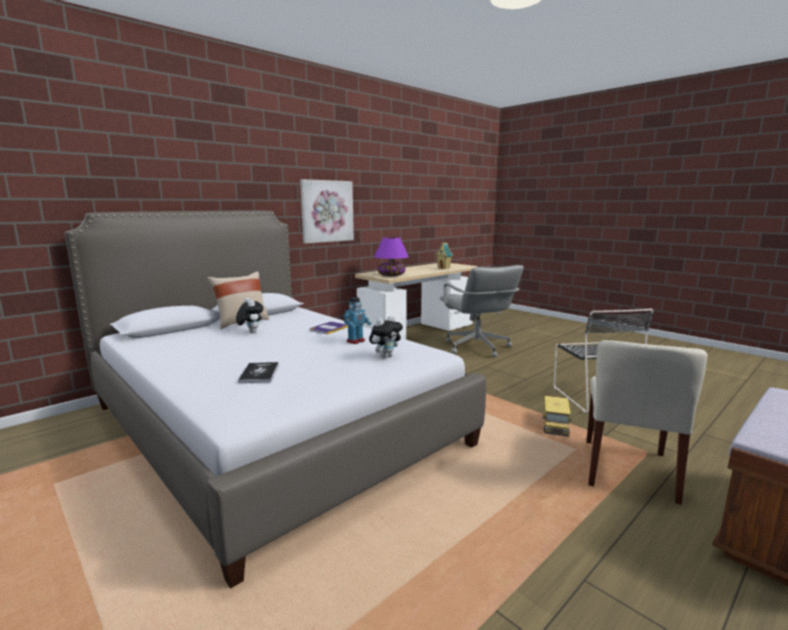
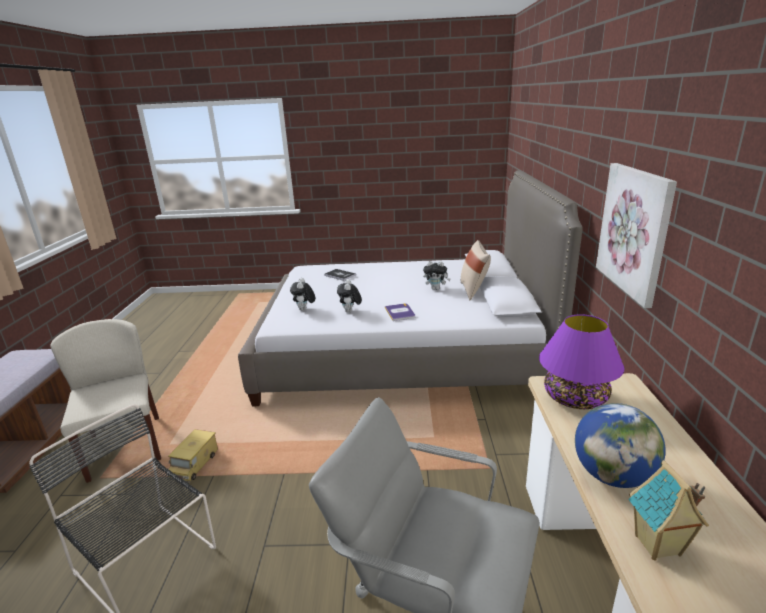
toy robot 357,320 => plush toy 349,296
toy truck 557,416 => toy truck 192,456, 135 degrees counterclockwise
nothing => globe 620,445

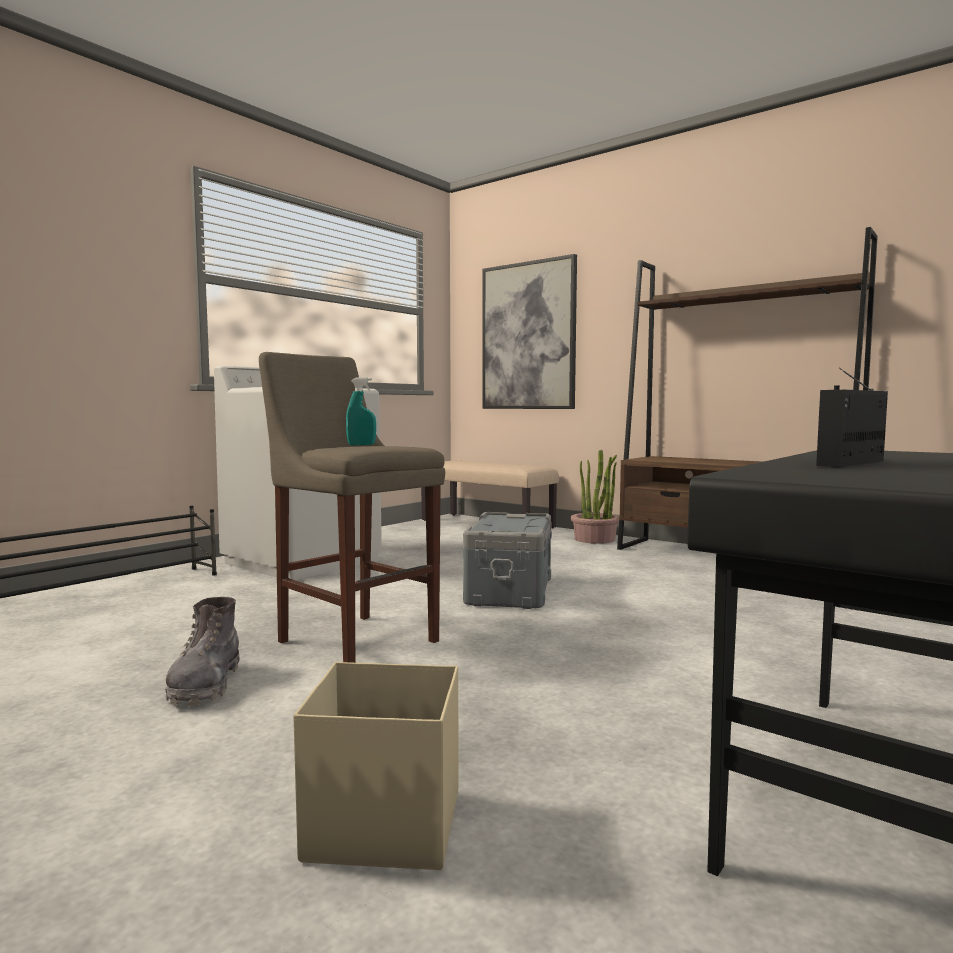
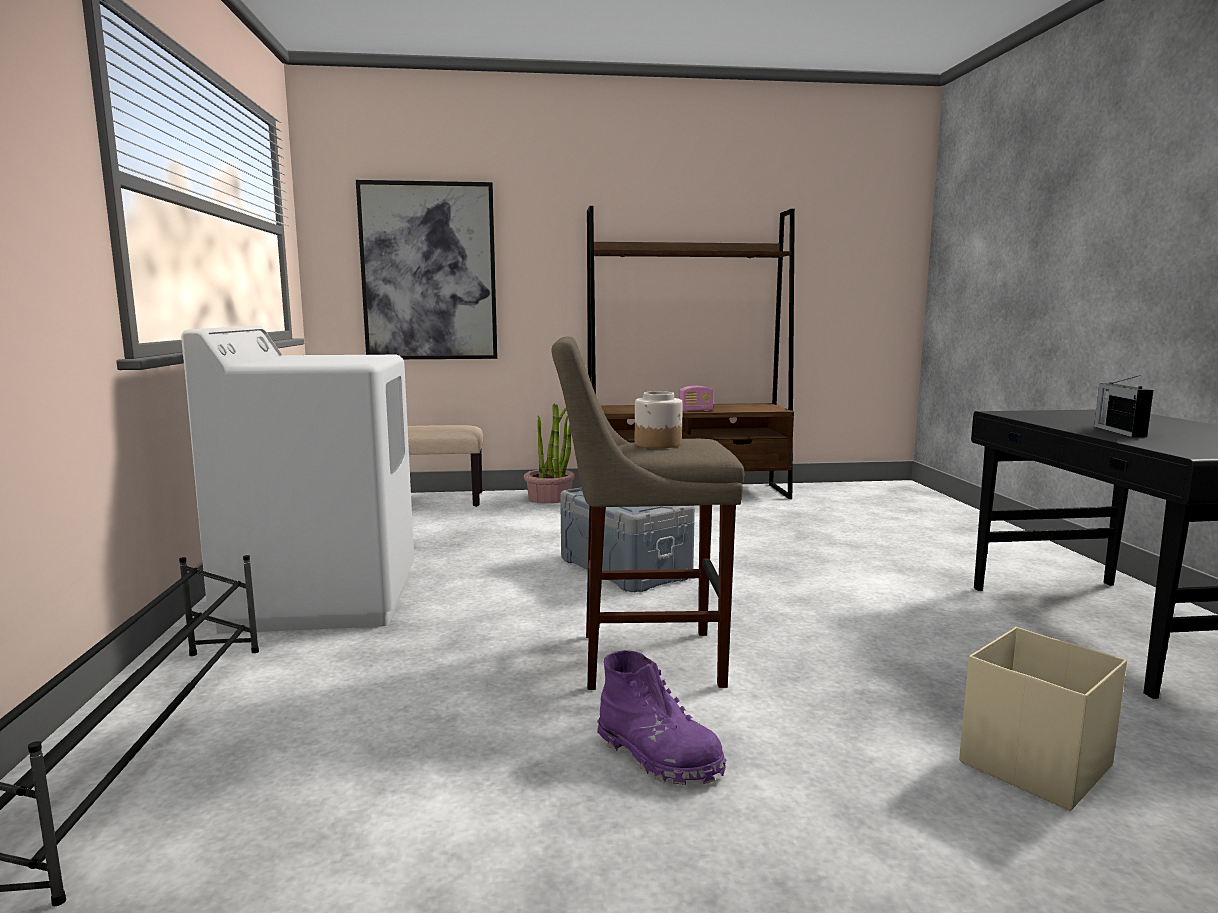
grey boot 202,651 => purple boot 662,717
turquoise spray bottle 361,411 => jar 659,419
nothing => radio 696,398

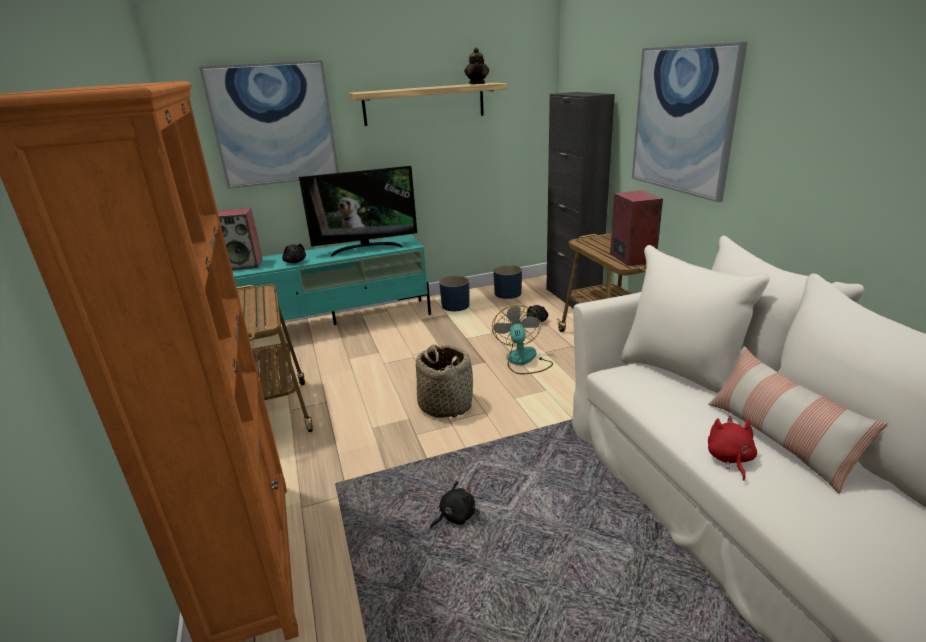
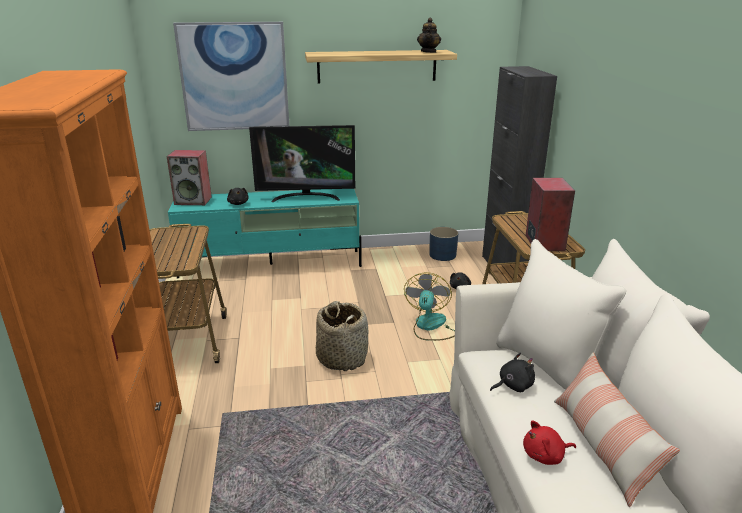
black plush toy 452,504 => black plush toy 512,372, move
blue planter 454,293 => nothing
picture 689,122 => nothing
red plush toy 732,448 => red plush toy 549,442, 120 degrees counterclockwise

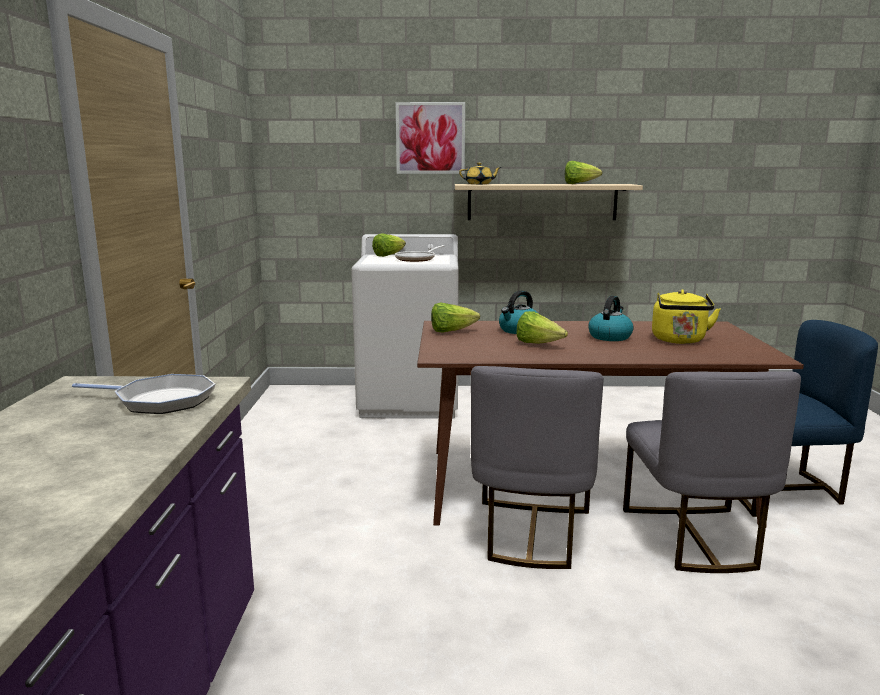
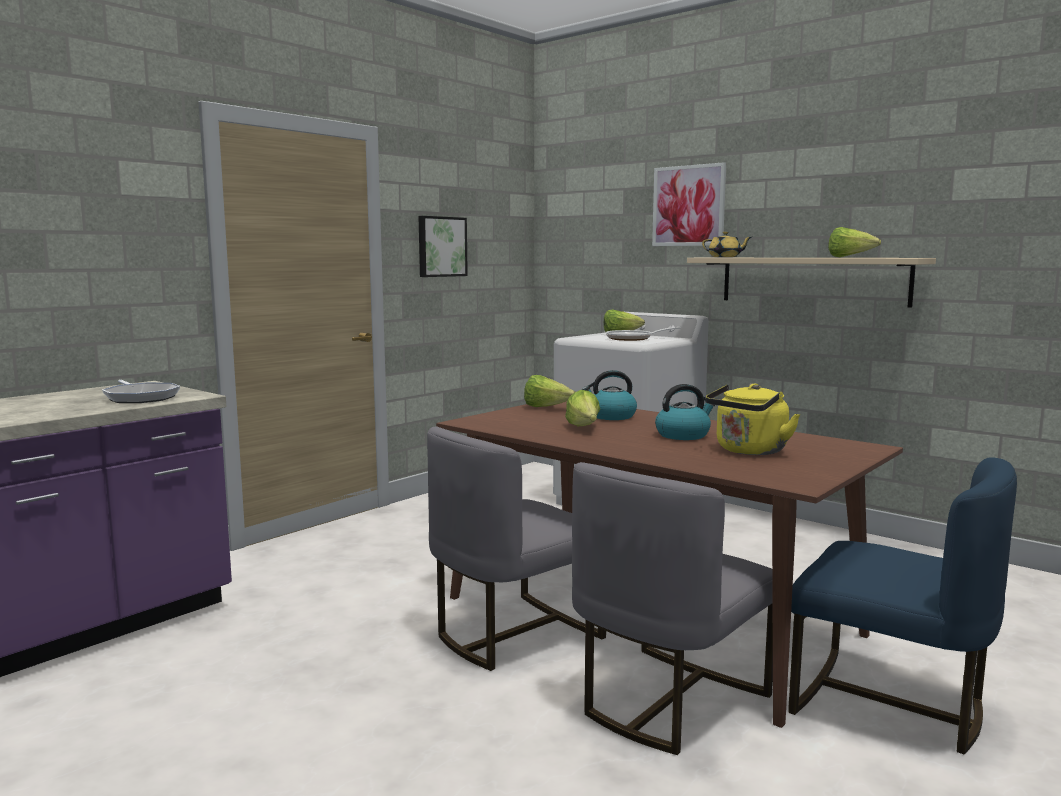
nothing => picture 443,246

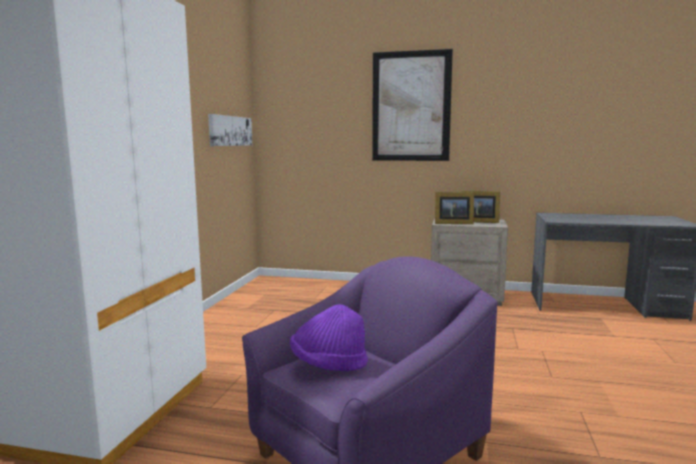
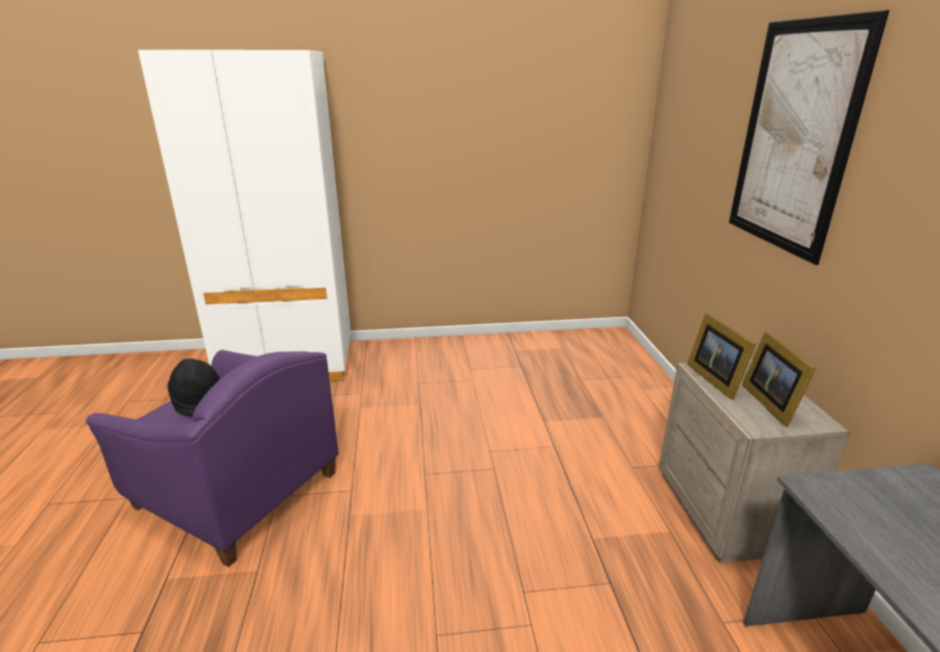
picture 230,130 => nothing
purple hat 329,337 => black hat 193,387

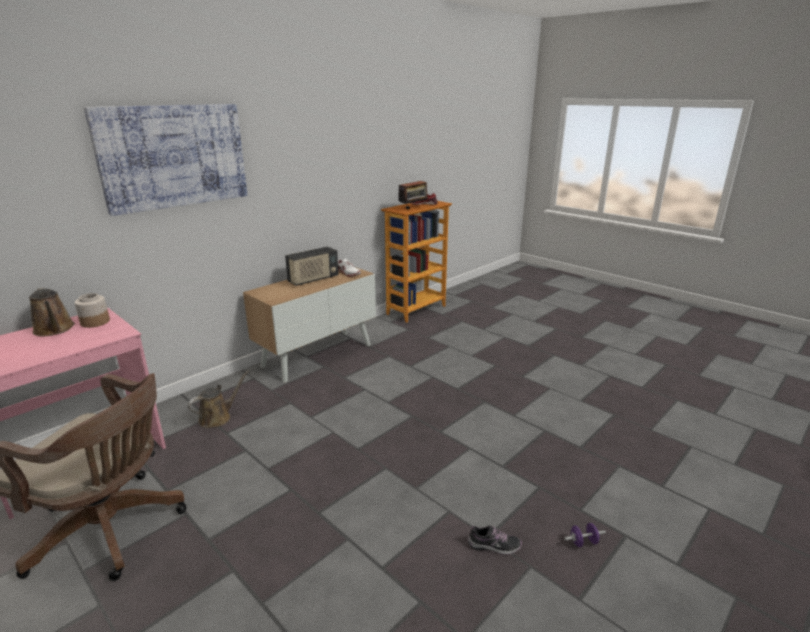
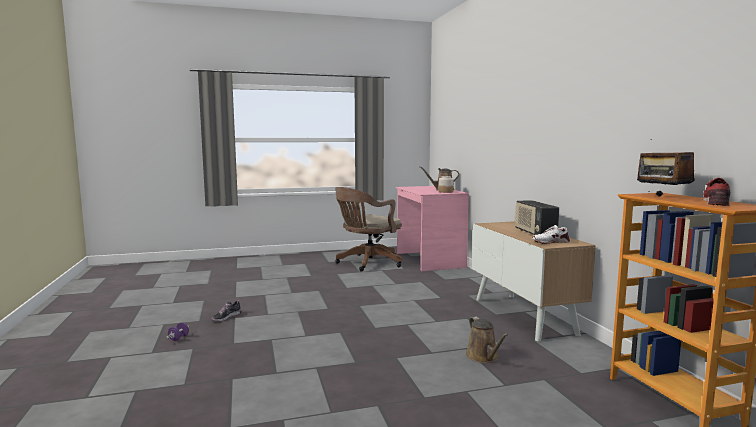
picture 166,160 => nothing
brown watering can 218,399 => brown watering can 487,340, move

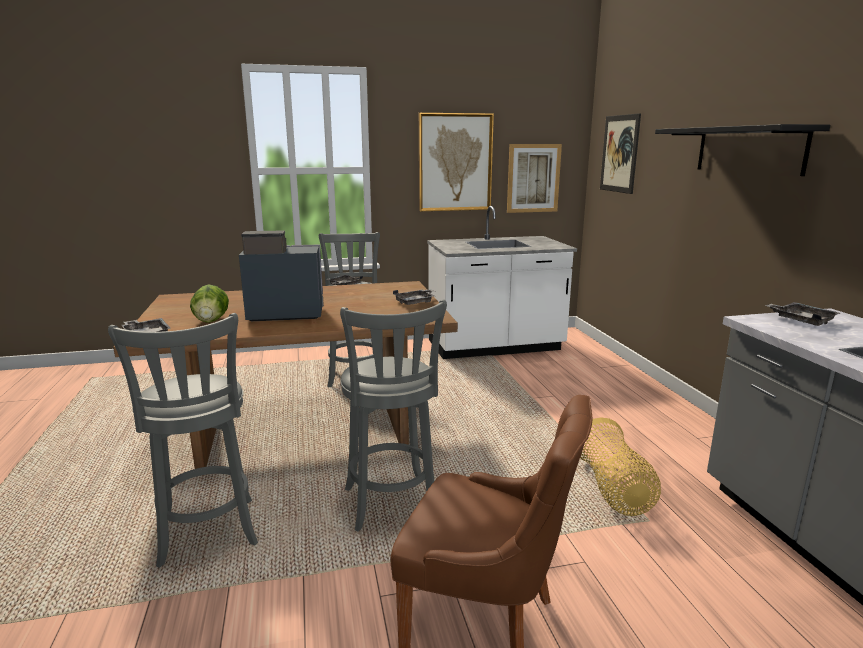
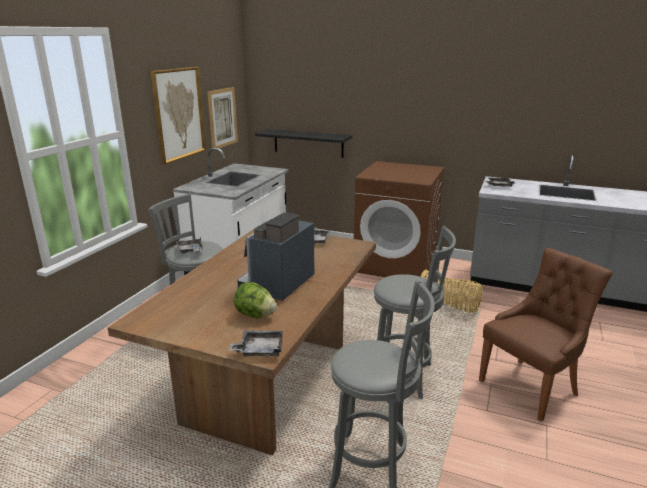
picture 620,153 => nothing
black shelf 742,150 => black shelf 303,143, move
nothing => brown washing machine 399,219

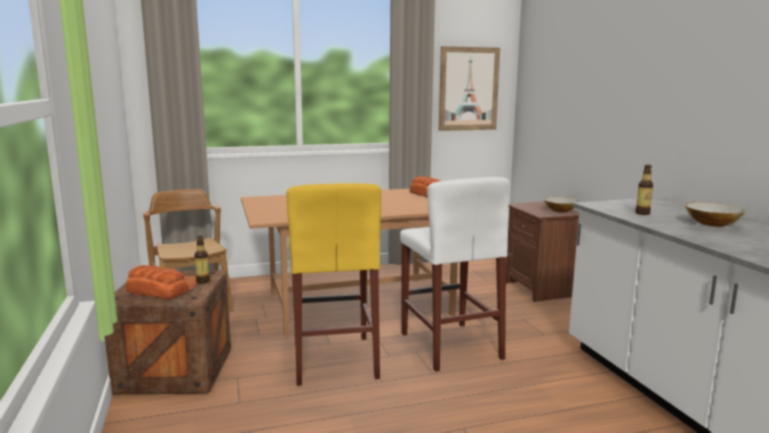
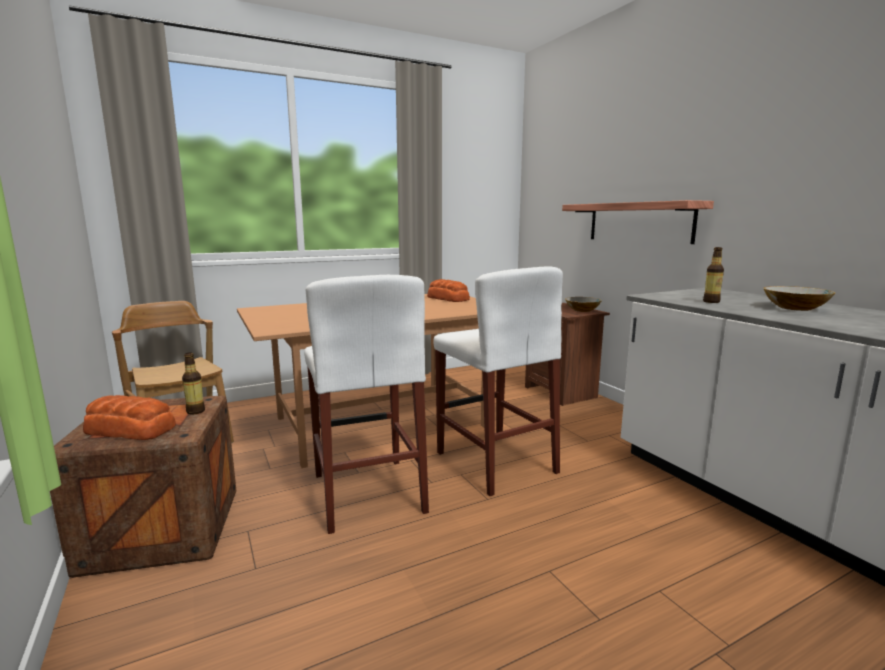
yellow stool 333,284 => white stool 366,404
picture 469,88 => nothing
nothing => shelf 638,222

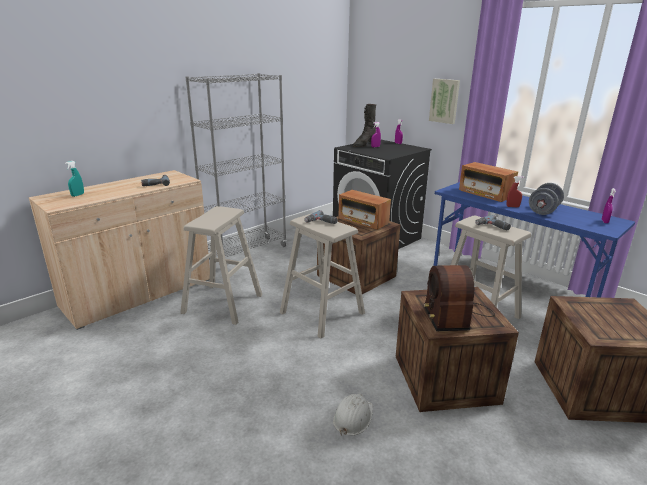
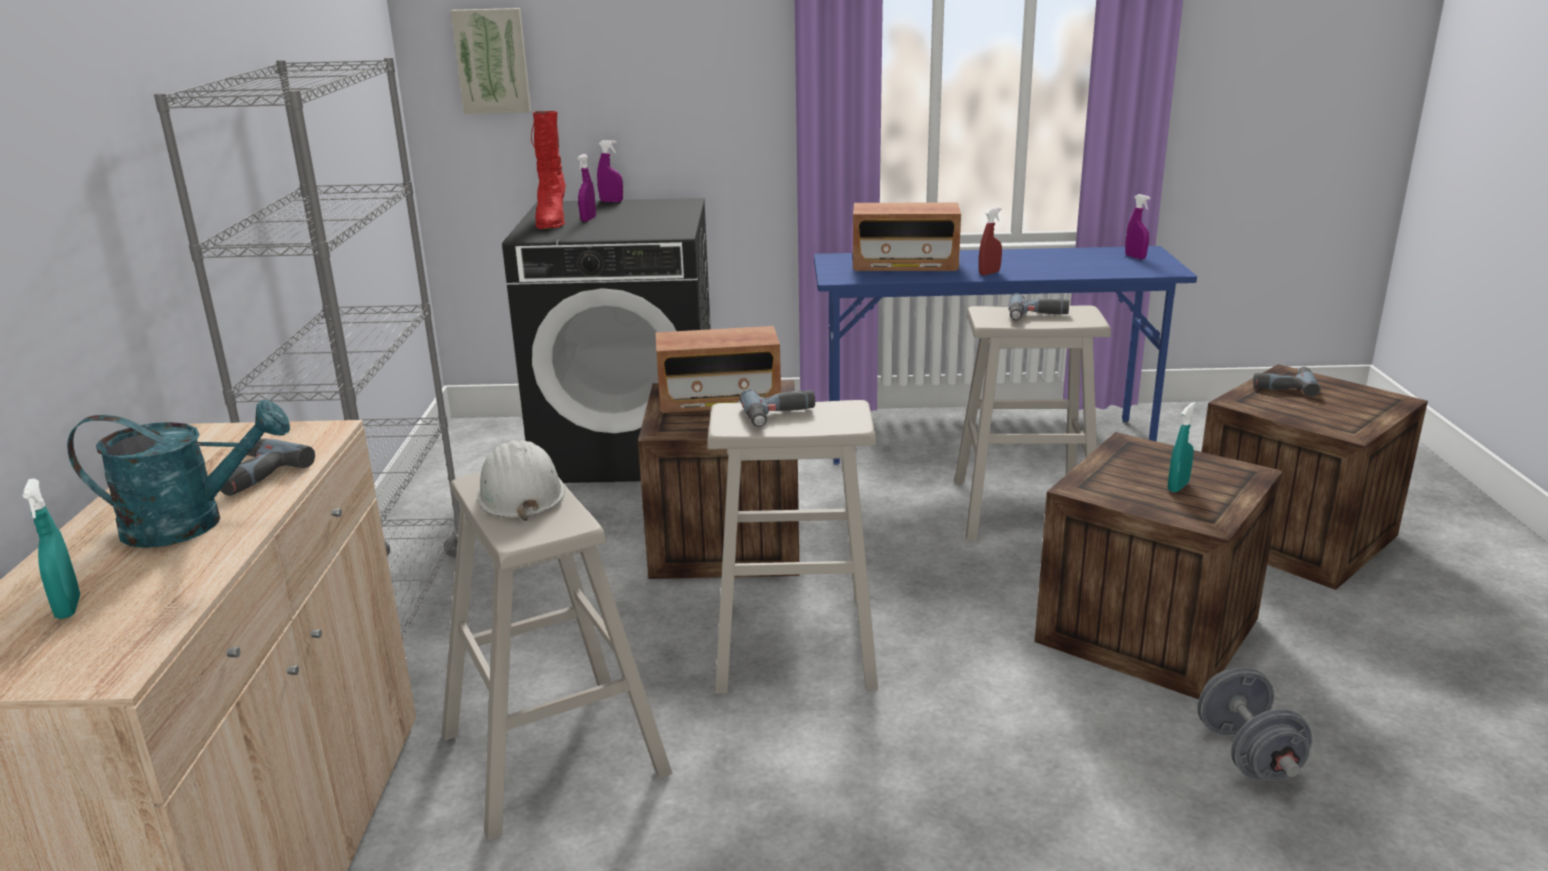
white hard hat 353,415 => white hard hat 521,480, move
black boot 364,125 => red boot 548,170
radio 459,298 => turquoise spray bottle 1182,447
picture 444,101 => picture 491,61, move
grey dumbbell 546,199 => grey dumbbell 1255,724, move
nothing => turquoise watering can 178,474
nothing => power drill 1287,382

